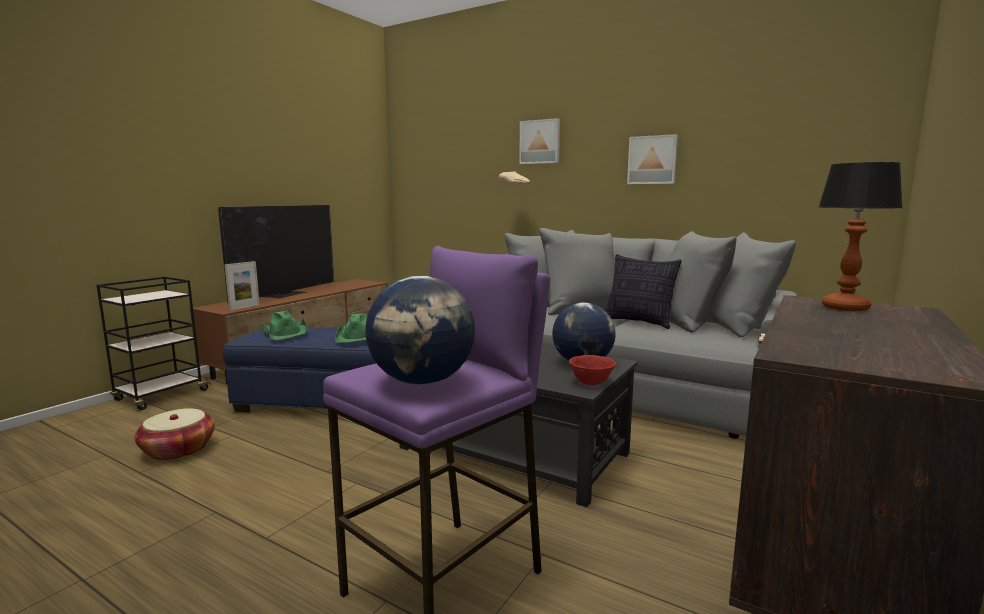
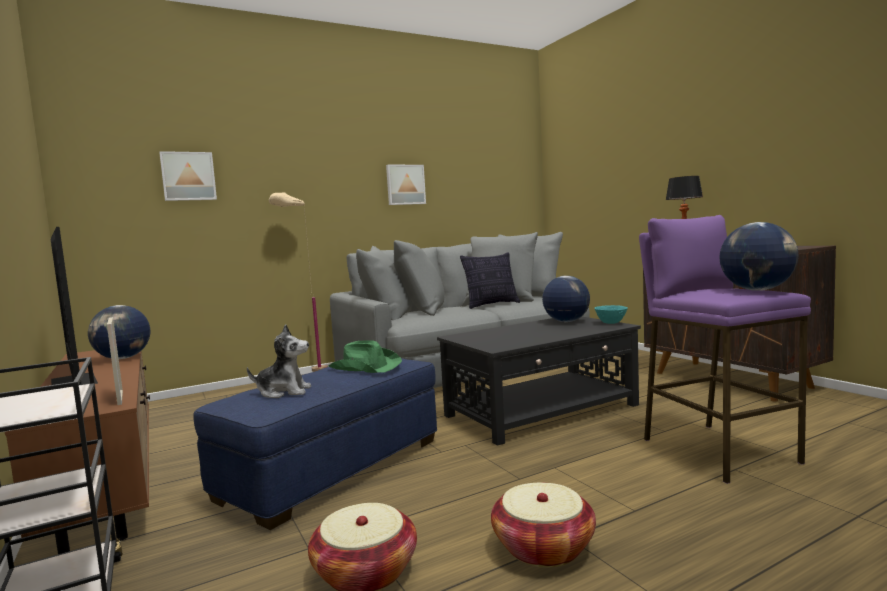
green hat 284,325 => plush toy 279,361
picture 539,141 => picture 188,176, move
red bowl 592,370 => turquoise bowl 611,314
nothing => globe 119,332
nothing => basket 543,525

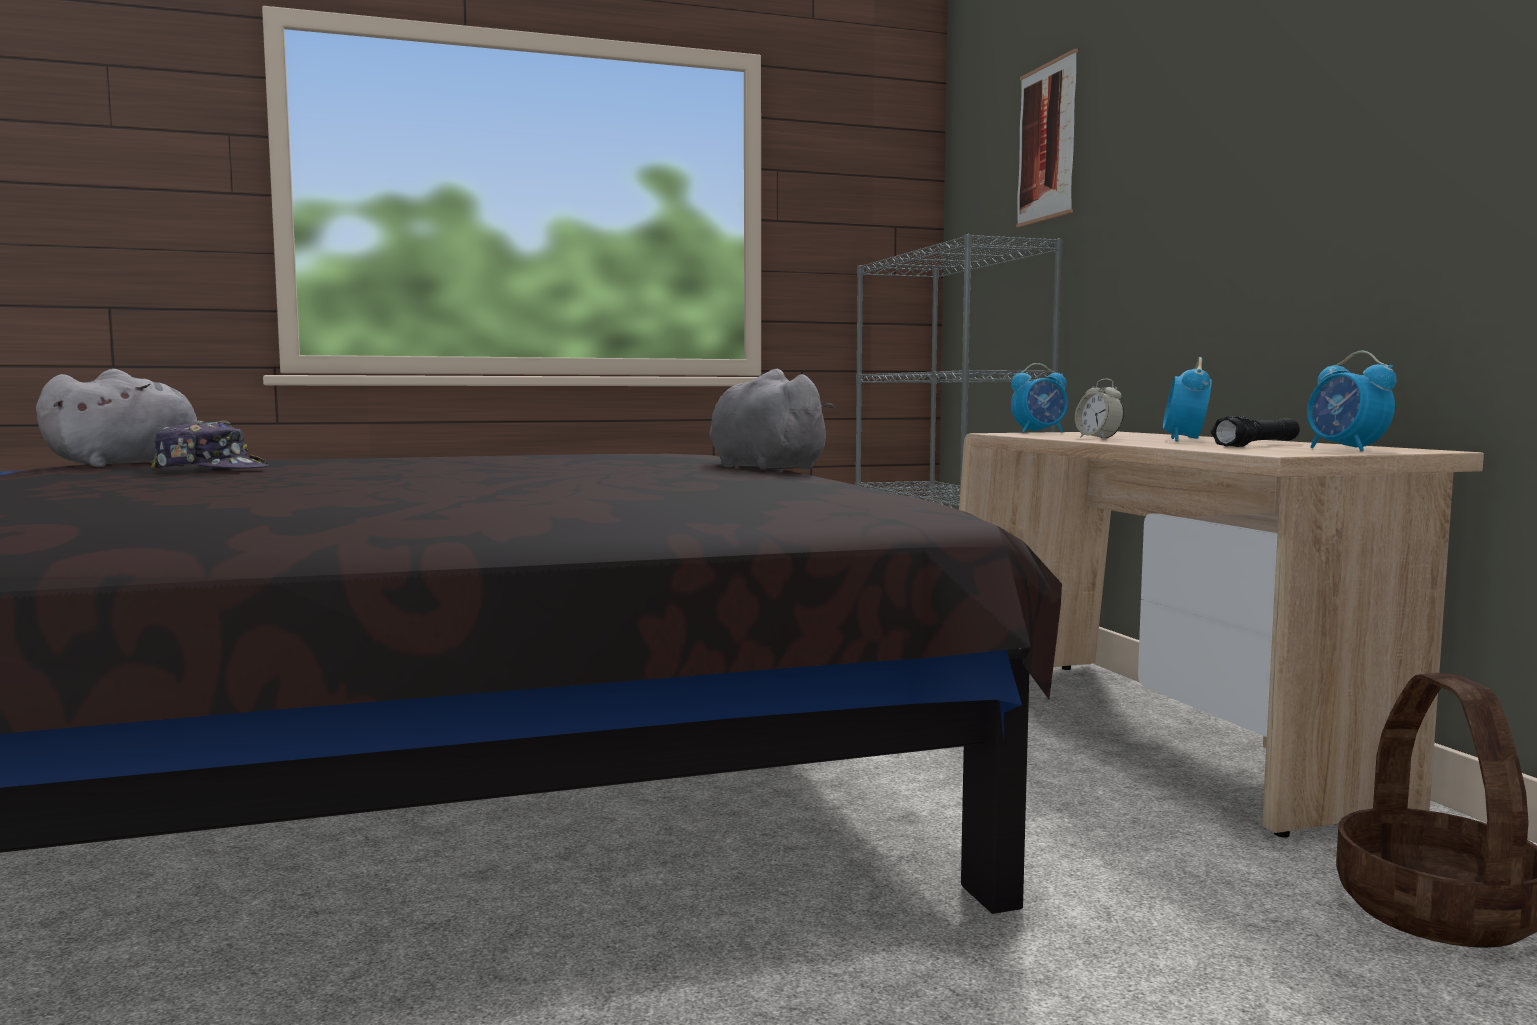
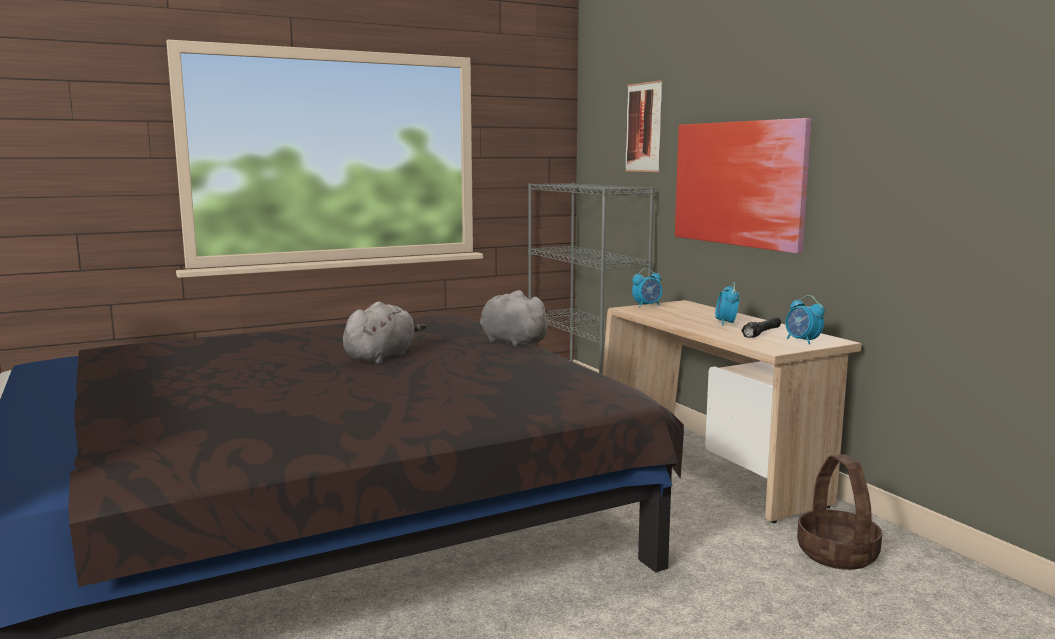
grey plush toy 133,418 => grey plush toy 384,333, move
cap 209,445 => nothing
alarm clock 1099,409 => nothing
nothing => picture 743,185

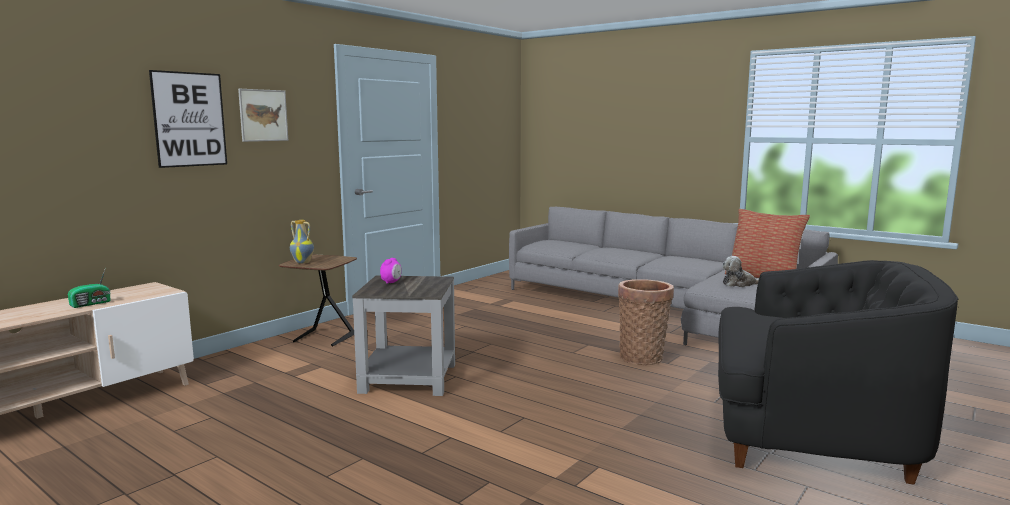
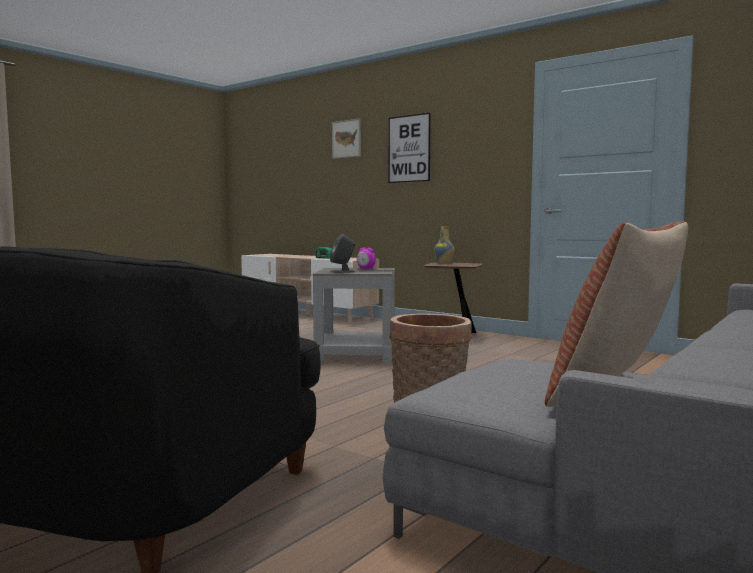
picture 263,115 => picture 346,138, move
plush toy 740,271 => nothing
nothing => grey speaker 342,253

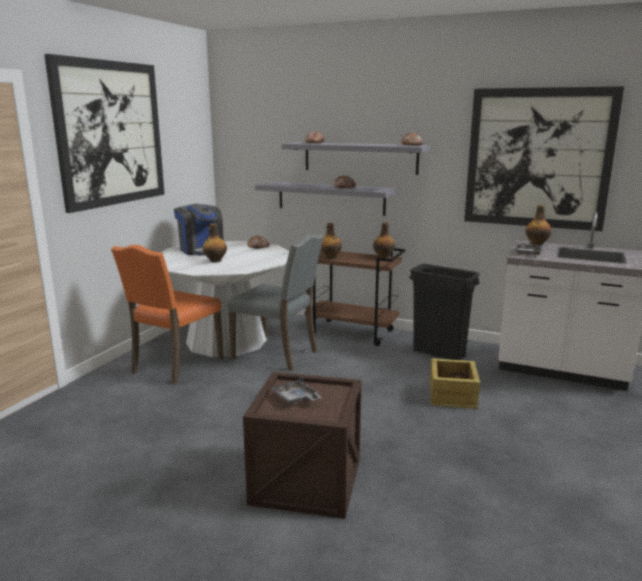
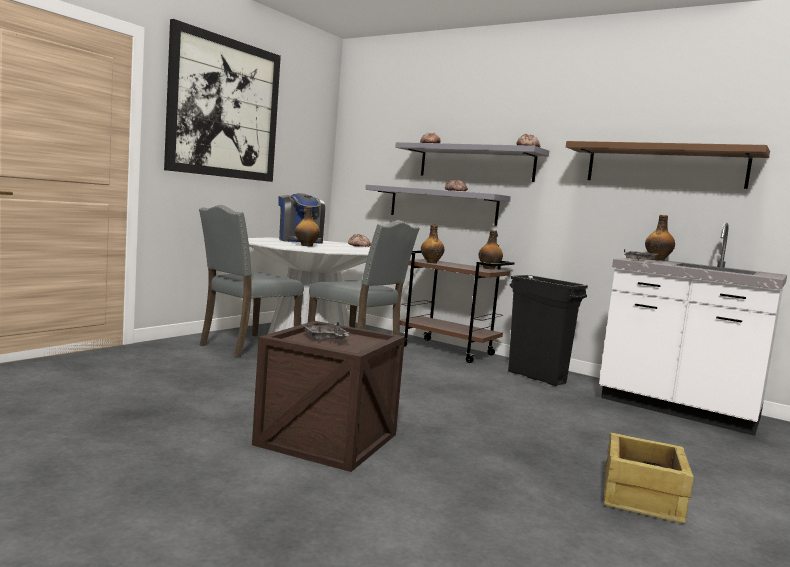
orange chair 167,314 => grey chair 251,281
crate 454,383 => crate 649,478, move
picture 544,158 => brown shelf 668,165

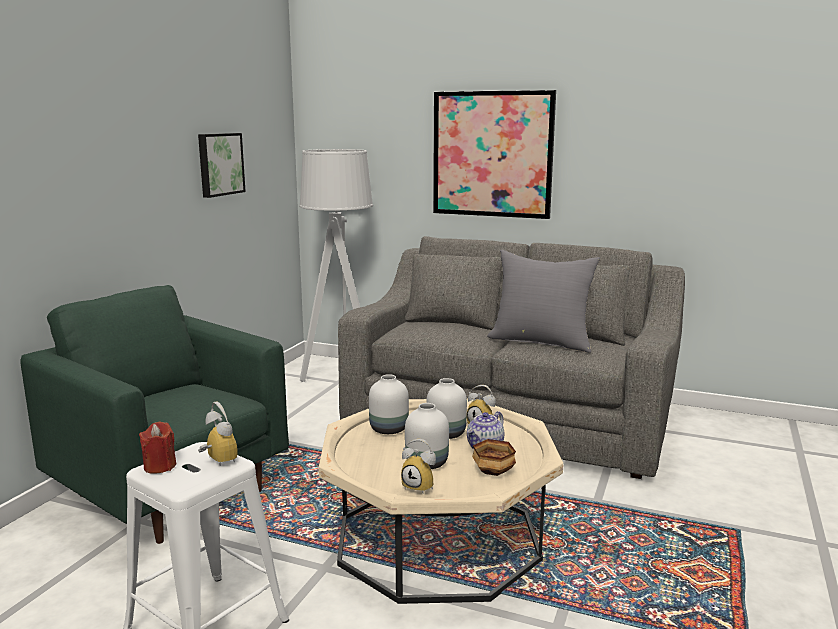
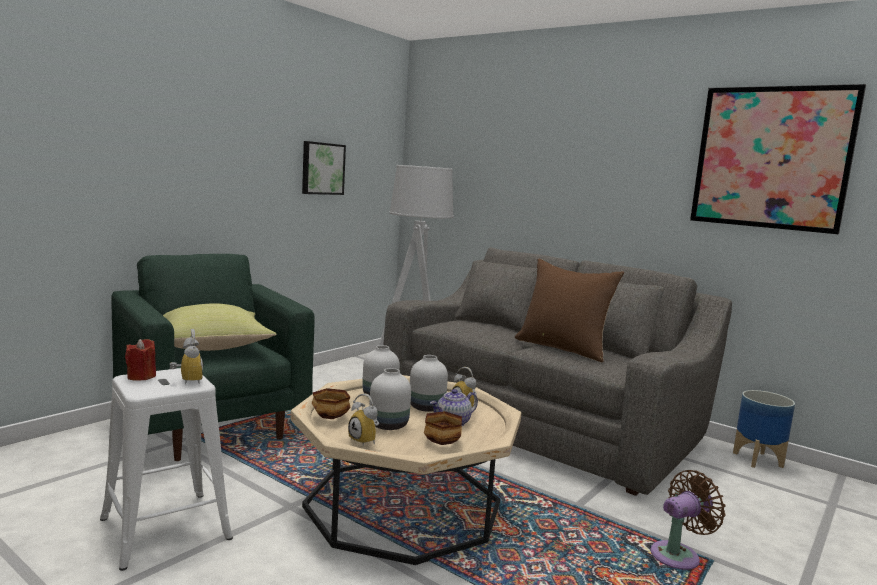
picture 494,154 => picture 778,159, move
grey pillow 543,301 => brown pillow 569,310
nothing => yellow pillow 219,327
nothing => bowl 331,403
nothing => brown fan 688,520
nothing => planter 764,429

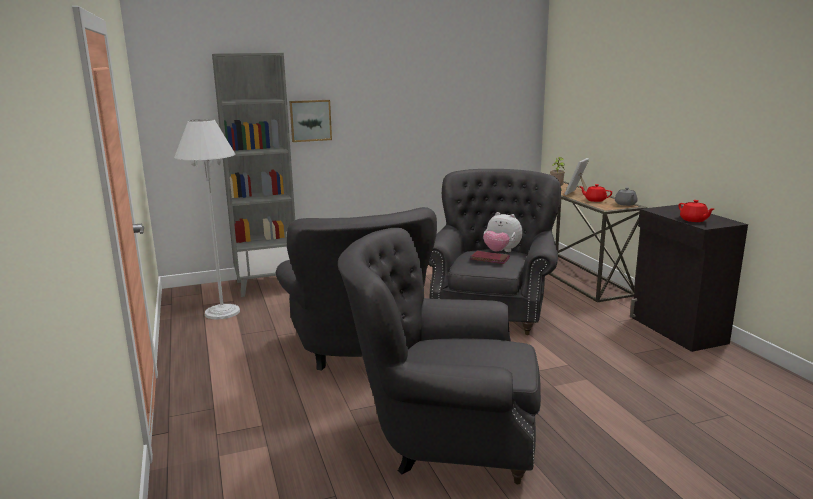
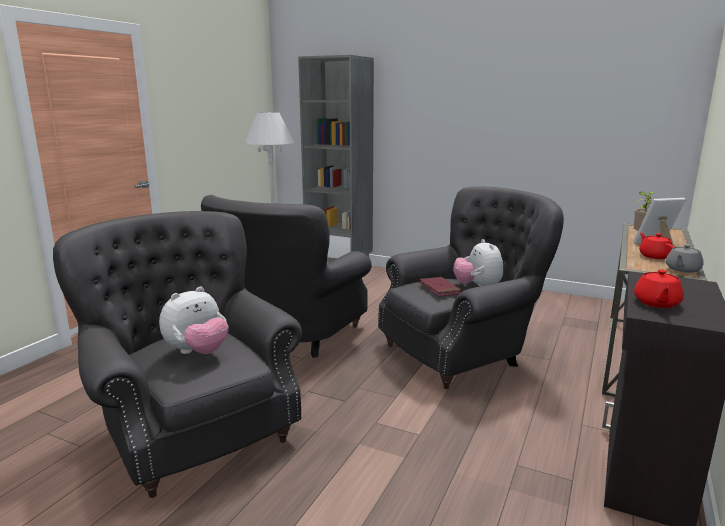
picture 310,121 => nothing
nothing => plush toy 194,320

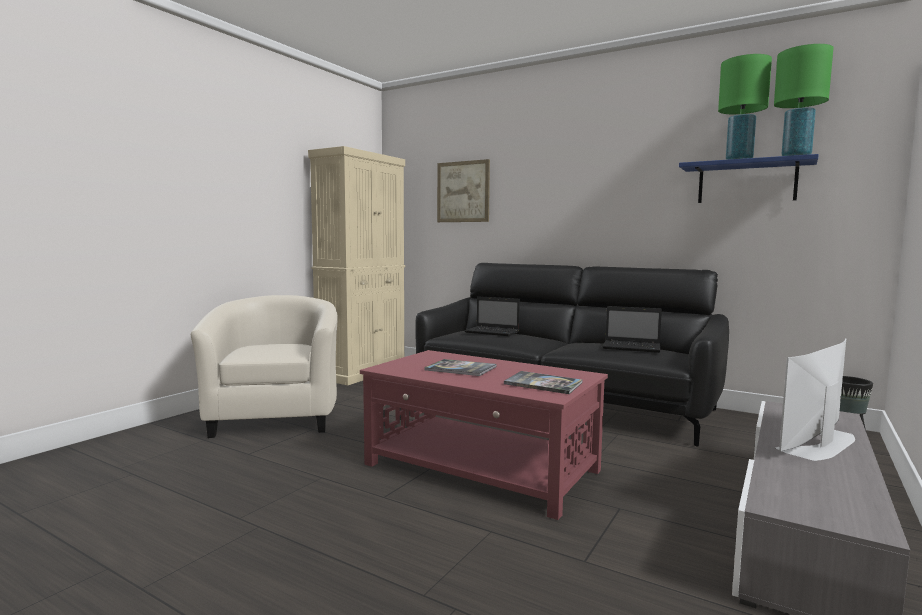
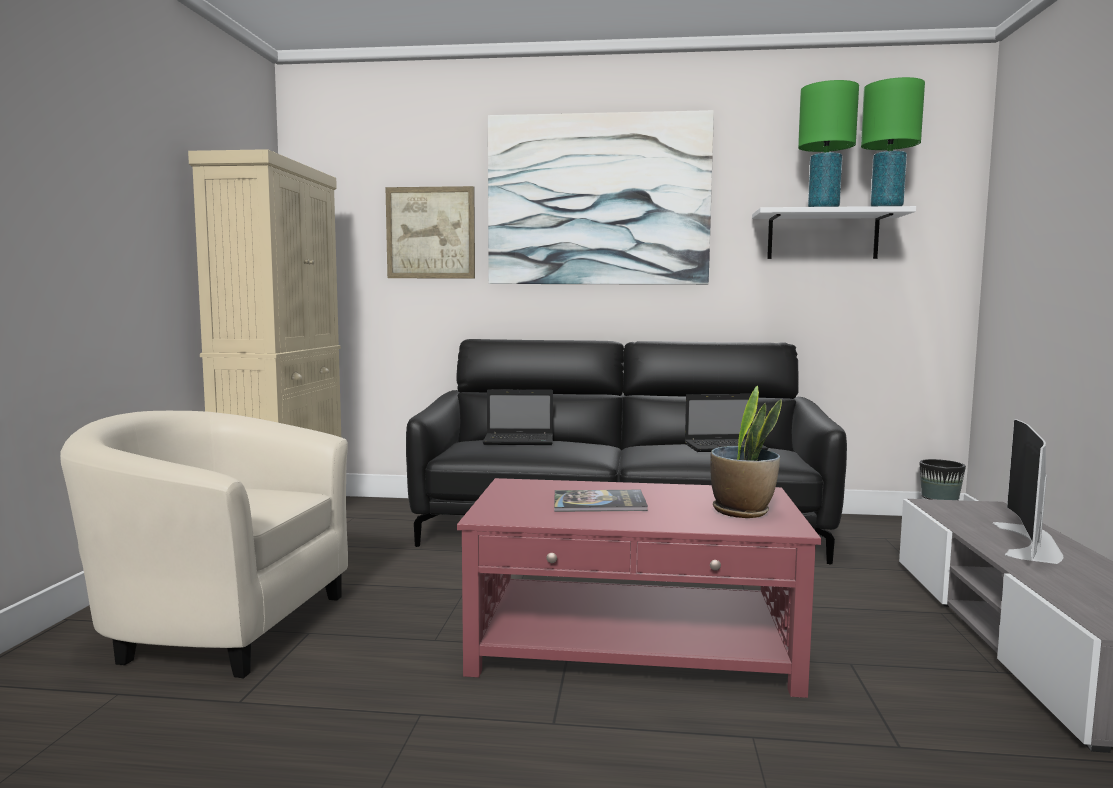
beige armchair 264,366 => beige armchair 204,544, 45 degrees counterclockwise
book 543,382 => potted plant 746,451
blue shelf 749,178 => white shelf 834,232
nothing => picture 601,197

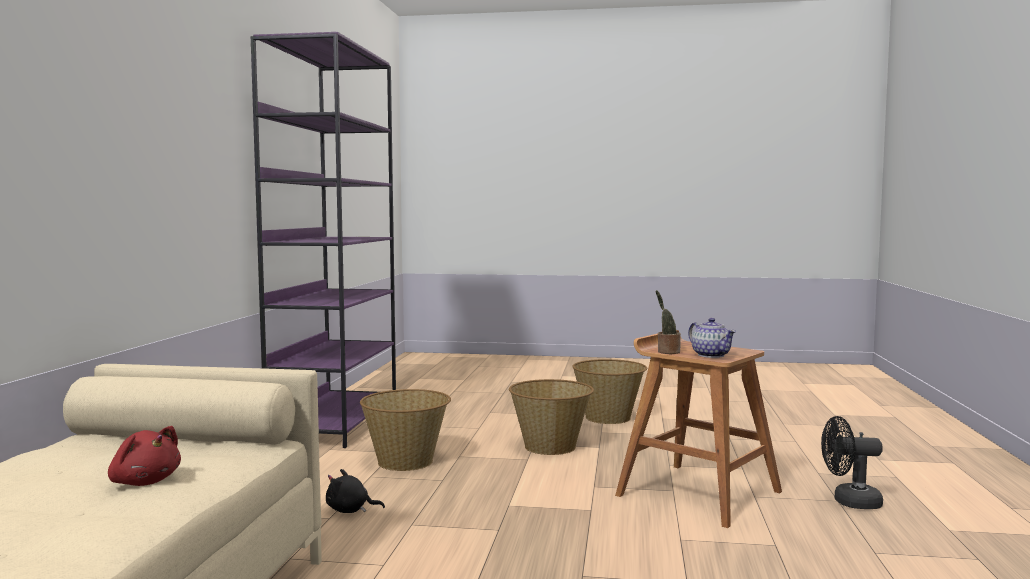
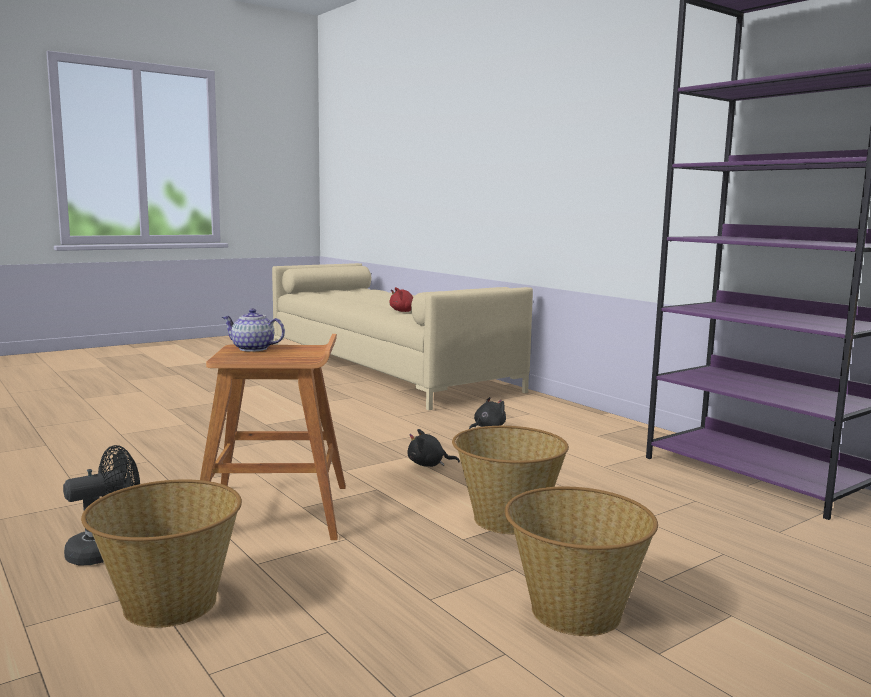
basket 405,430 => basket 161,554, move
potted plant 668,322 => nothing
nothing => black plush toy 434,448

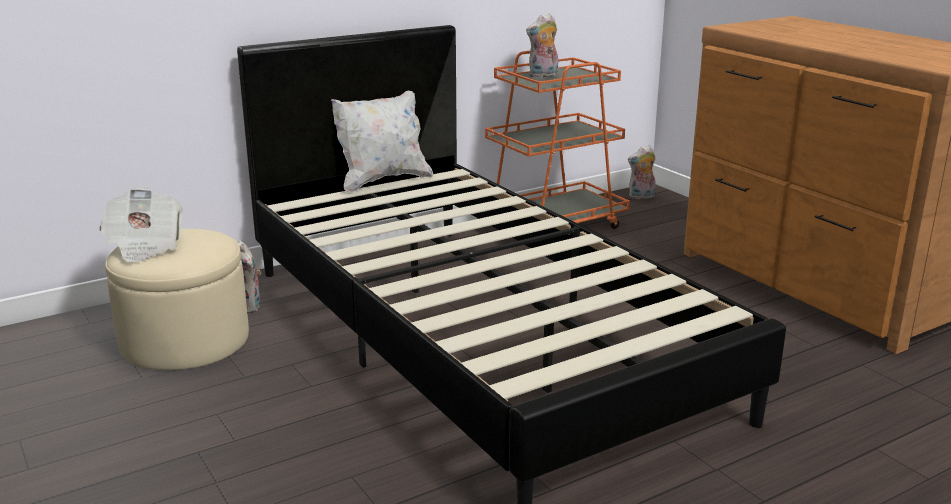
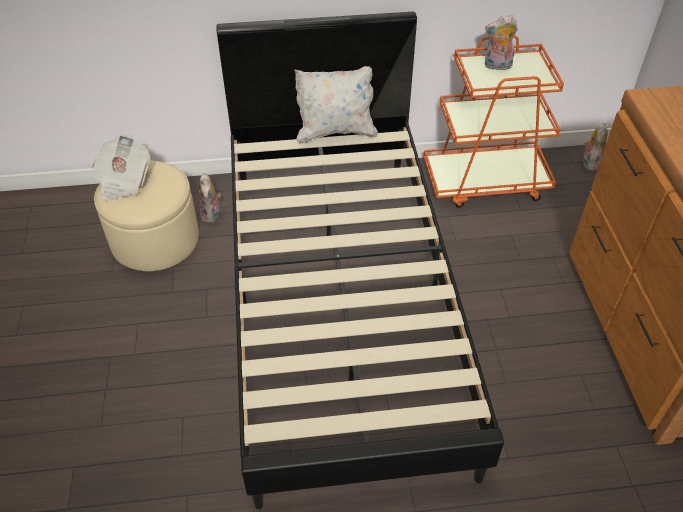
plush toy 641,172 => plush toy 595,147, 105 degrees clockwise

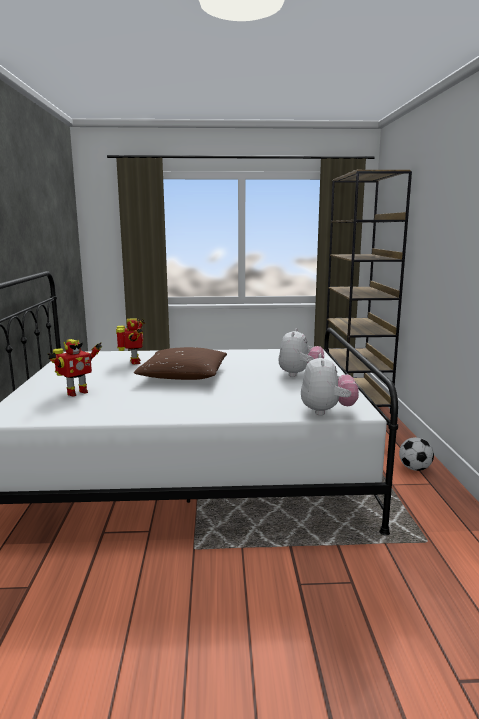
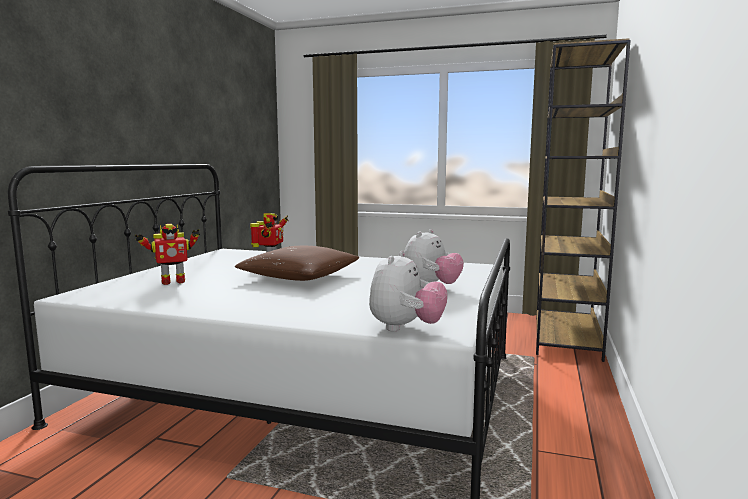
football 416,454 => nothing

